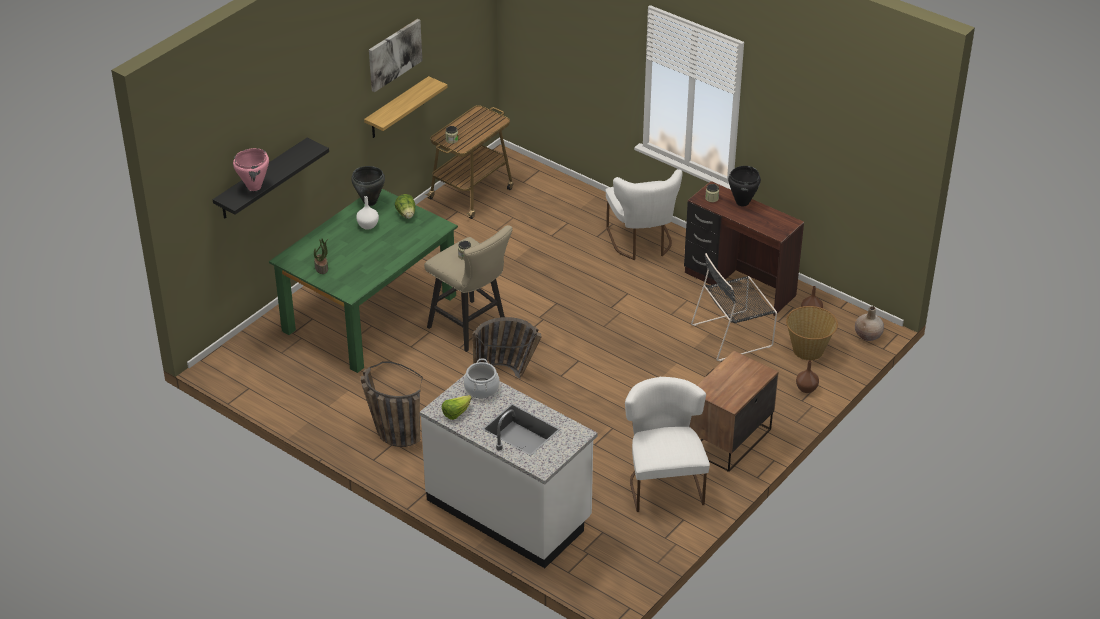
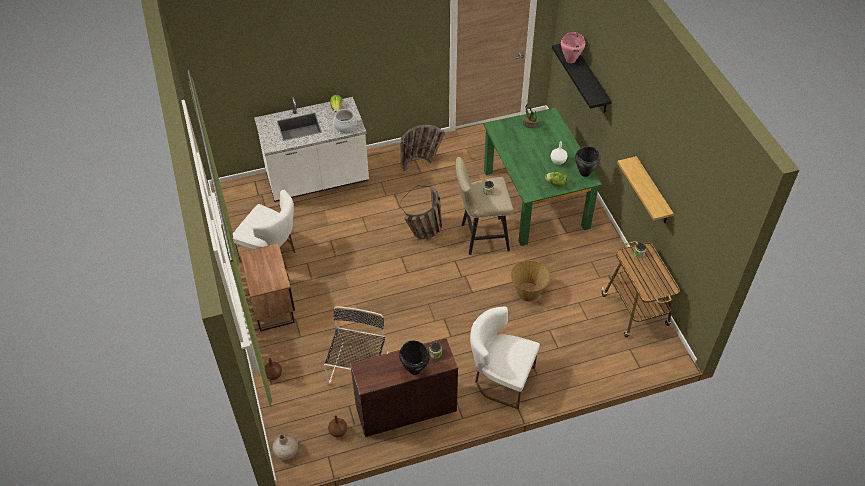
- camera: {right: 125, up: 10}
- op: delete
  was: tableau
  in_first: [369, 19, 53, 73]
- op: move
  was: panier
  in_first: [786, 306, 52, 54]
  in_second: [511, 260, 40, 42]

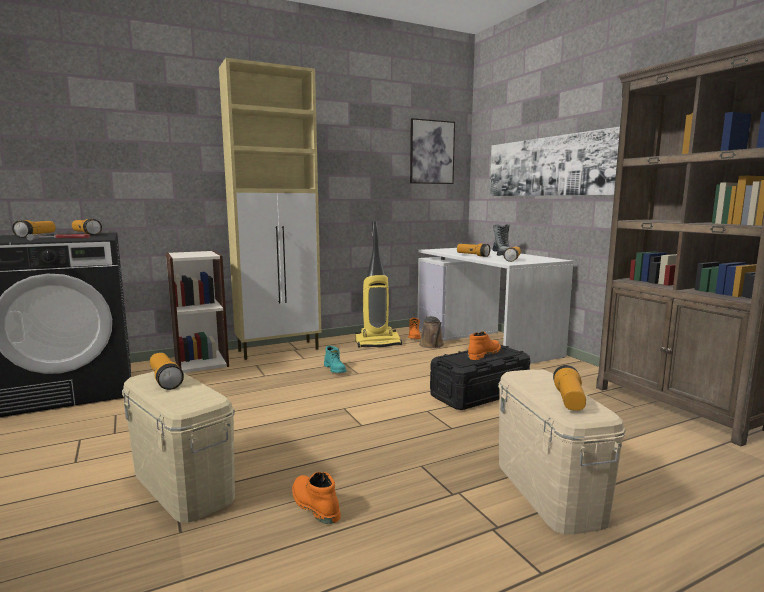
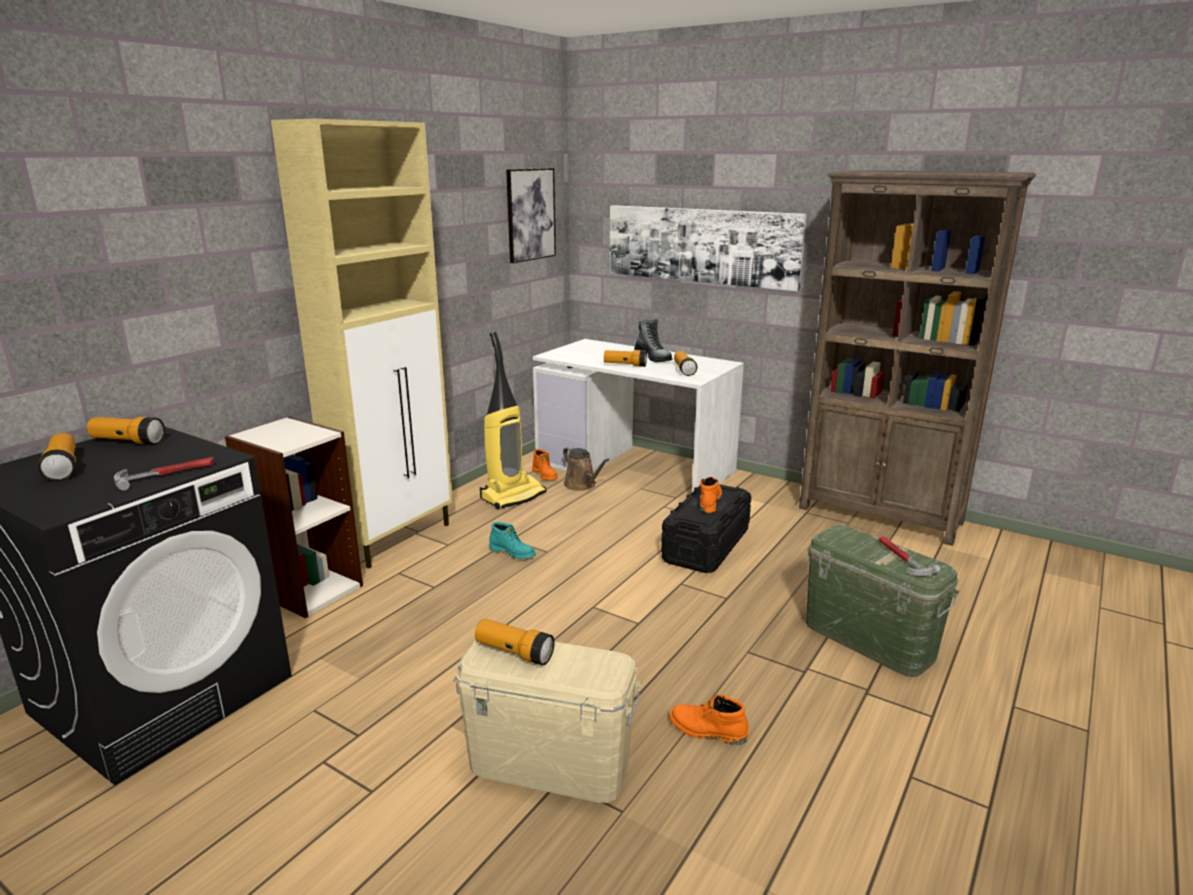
- camera: {right: -30, up: 10}
- op: recolor
  was: boîte de rangement (beige)
  now: boîte de rangement (vert)
  in_first: [498, 369, 127, 166]
  in_second: [806, 525, 153, 152]
- op: replace
  was: lampe de poche
  now: marteau
  in_first: [553, 365, 33, 46]
  in_second: [879, 536, 62, 40]

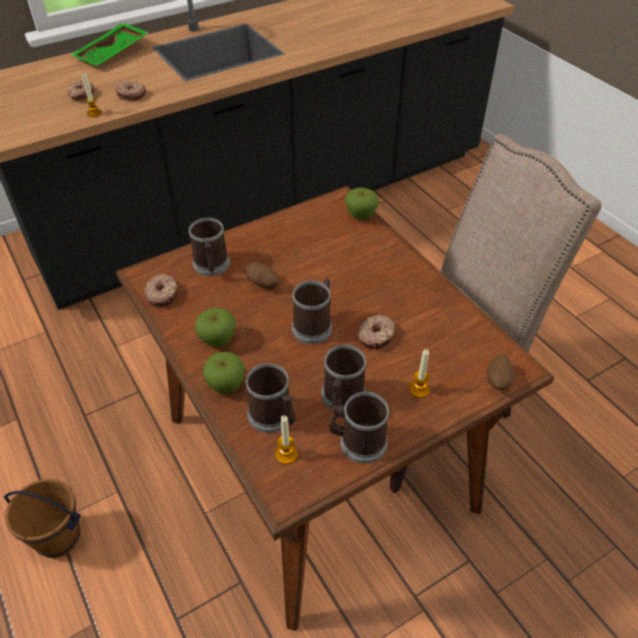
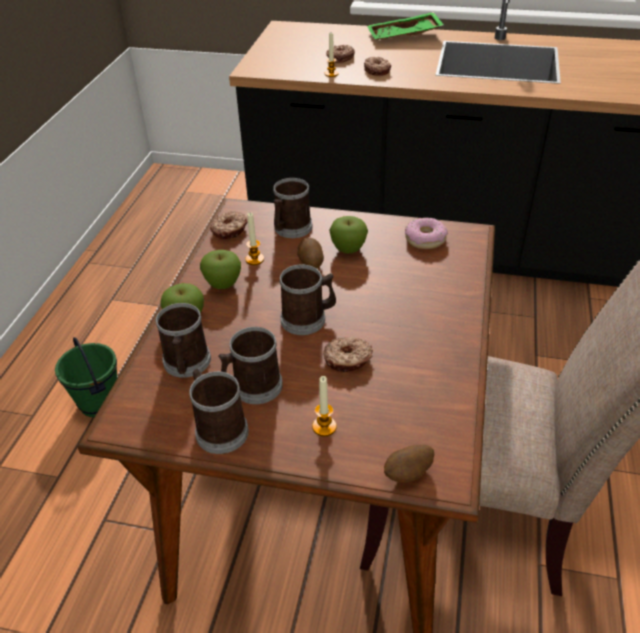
- camera: {right: 45, up: -5}
- op: recolor
  was: seau (marron)
  now: seau (vert)
  in_first: [4, 479, 77, 79]
  in_second: [55, 337, 62, 80]
- op: move
  was: bougie
  in_first: [275, 416, 23, 48]
  in_second: [245, 212, 19, 53]
- op: move
  was: pomme
  in_first: [345, 188, 34, 32]
  in_second: [329, 216, 39, 38]
- op: insert
  now: beignet
  in_second: [405, 218, 43, 31]

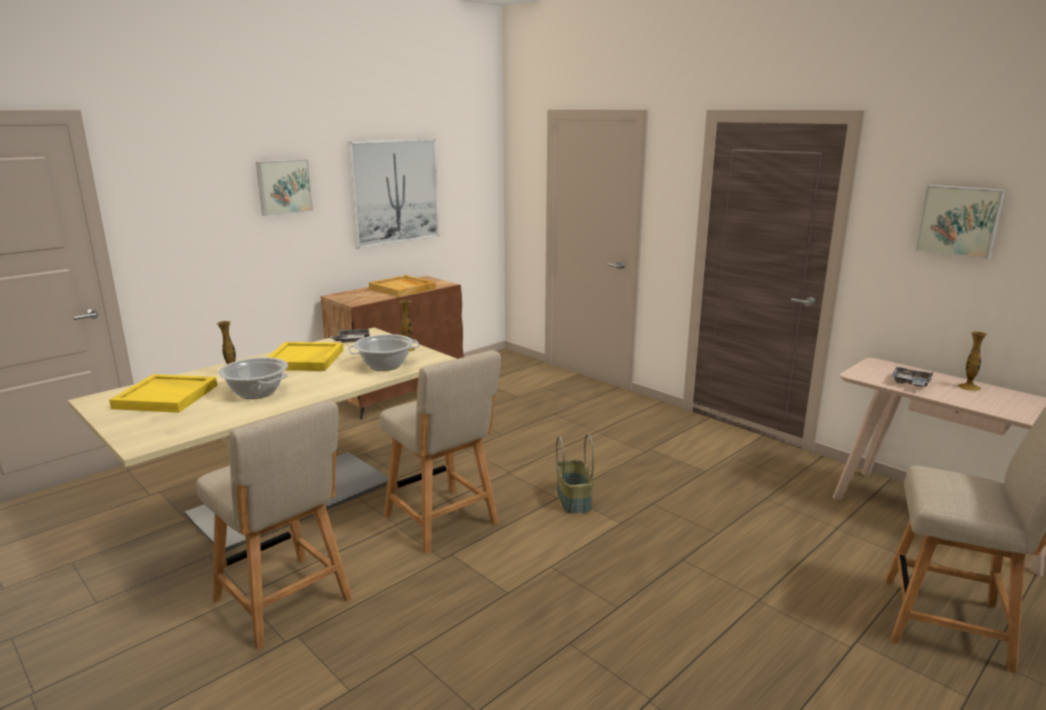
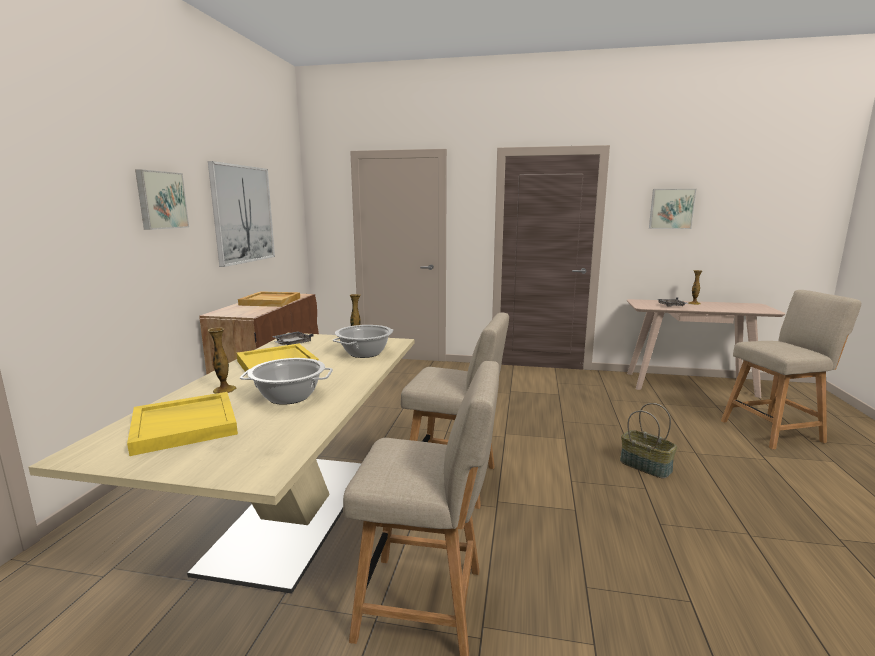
- camera: {right: -35, up: -5}
- op: move
  was: panier
  in_first: [556, 434, 38, 80]
  in_second: [620, 403, 57, 76]

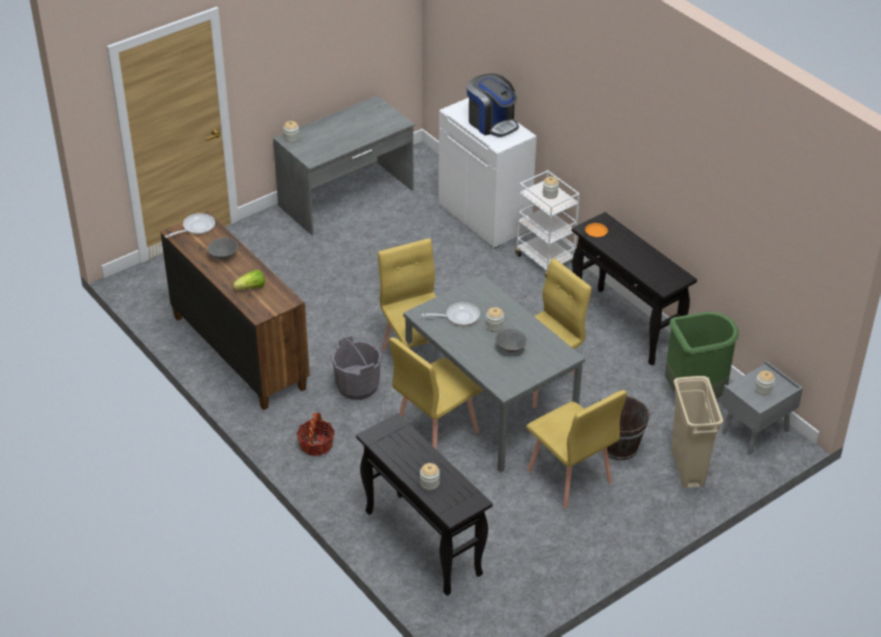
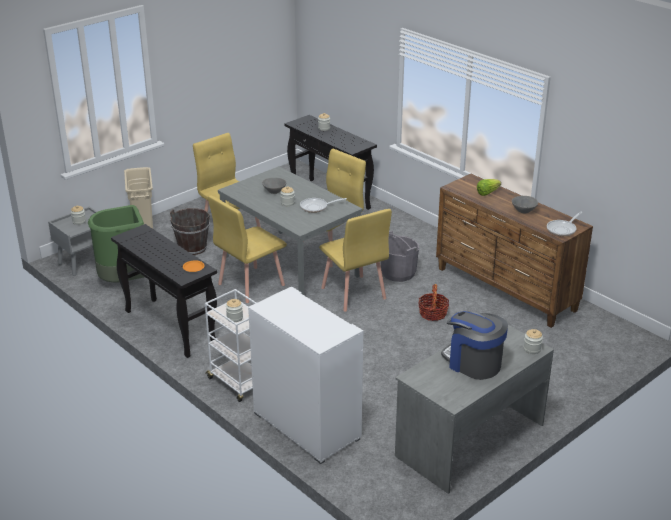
- camera: {right: 175, up: -10}
- op: move
  was: panier
  in_first: [297, 413, 38, 43]
  in_second: [418, 284, 31, 37]
- op: move
  was: machine à café
  in_first: [467, 73, 52, 64]
  in_second: [441, 311, 67, 69]

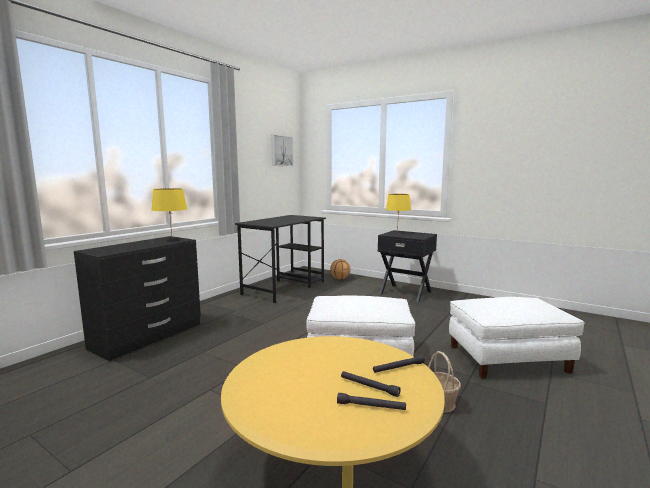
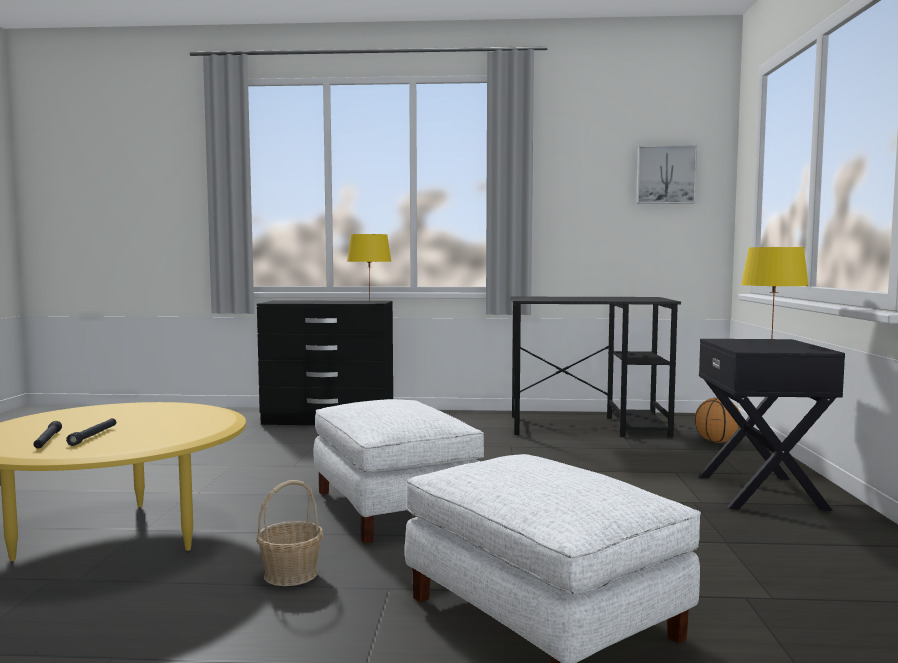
- camera: {right: 60, up: -5}
- op: delete
  was: lampe de poche (noir)
  in_first: [373, 355, 52, 18]

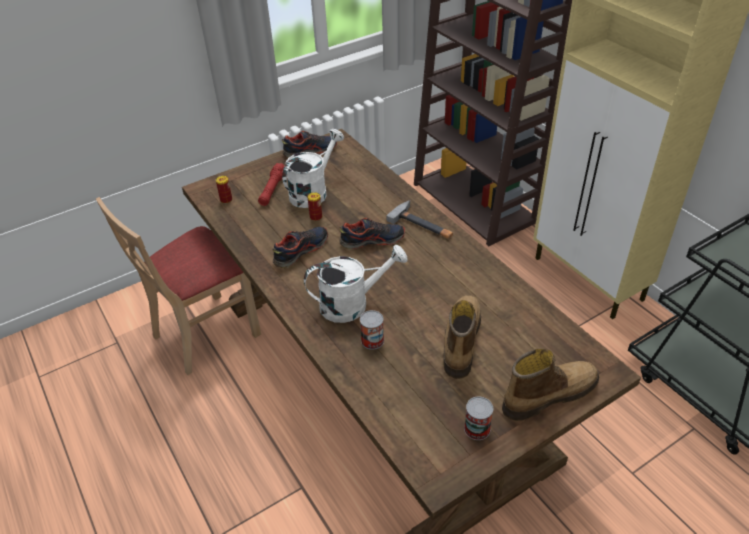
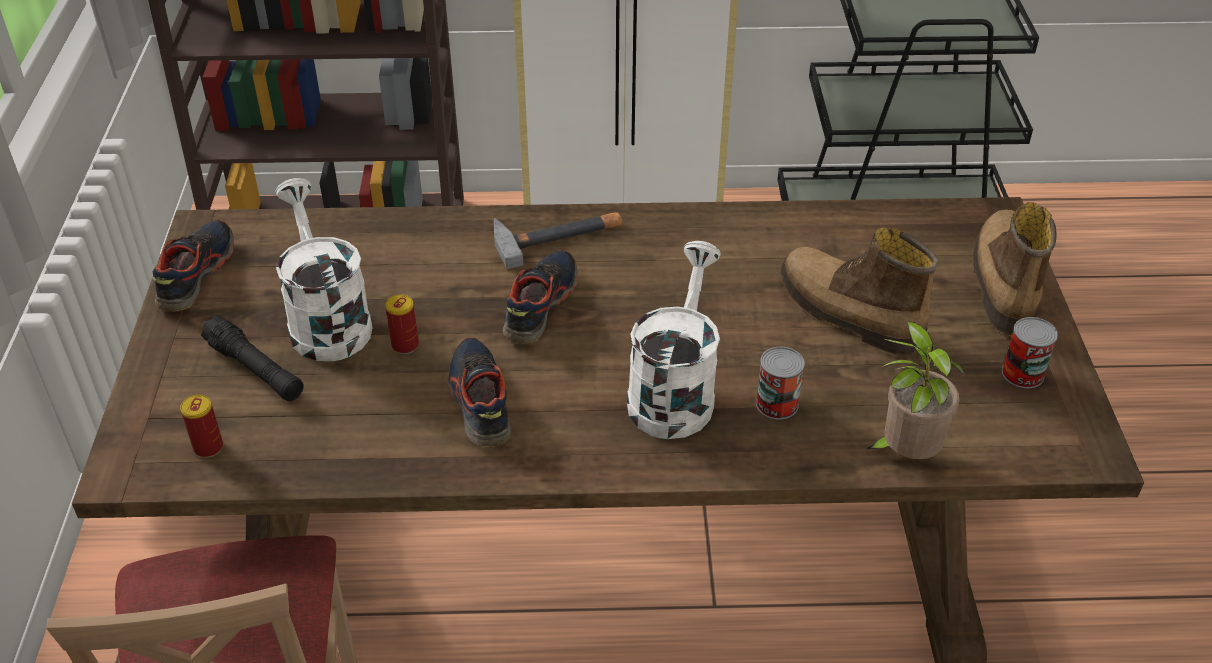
- camera: {right: -60, up: 0}
- op: recolor
  was: lampe de poche (rouge)
  now: lampe de poche (noir)
  in_first: [258, 163, 27, 43]
  in_second: [201, 315, 103, 86]
- op: insert
  now: plante en pot
  in_second: [866, 321, 98, 138]

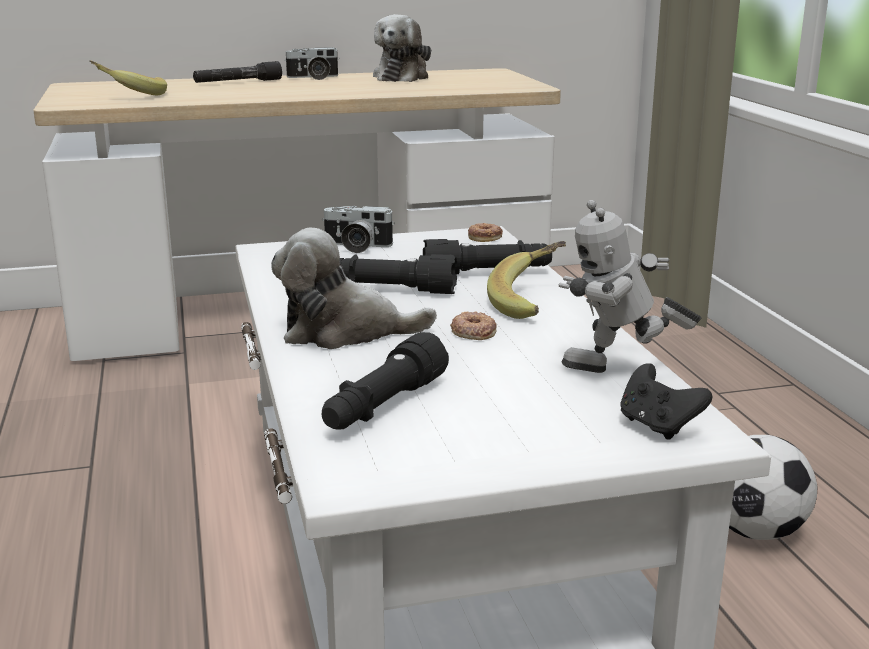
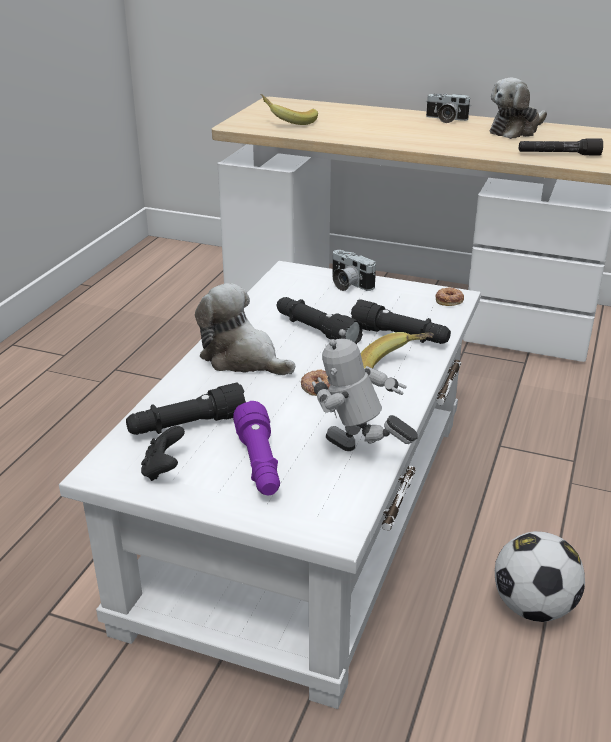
- camera: {right: 35, up: 10}
- op: move
  was: lampe de poche (noir)
  in_first: [193, 61, 89, 22]
  in_second: [519, 138, 84, 17]
- op: move
  was: manette (noir)
  in_first: [620, 363, 92, 77]
  in_second: [141, 426, 44, 55]
- op: insert
  now: lampe de poche (violet)
  in_second: [233, 401, 47, 94]

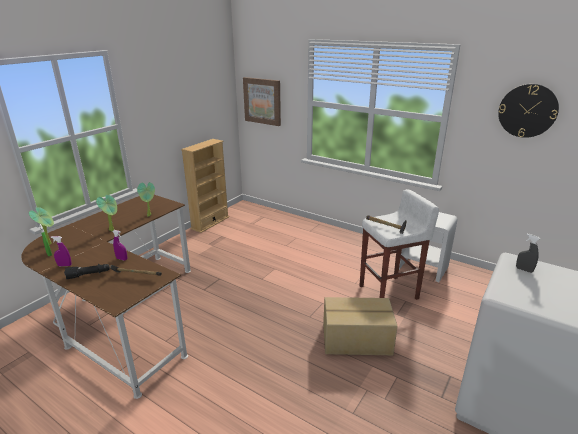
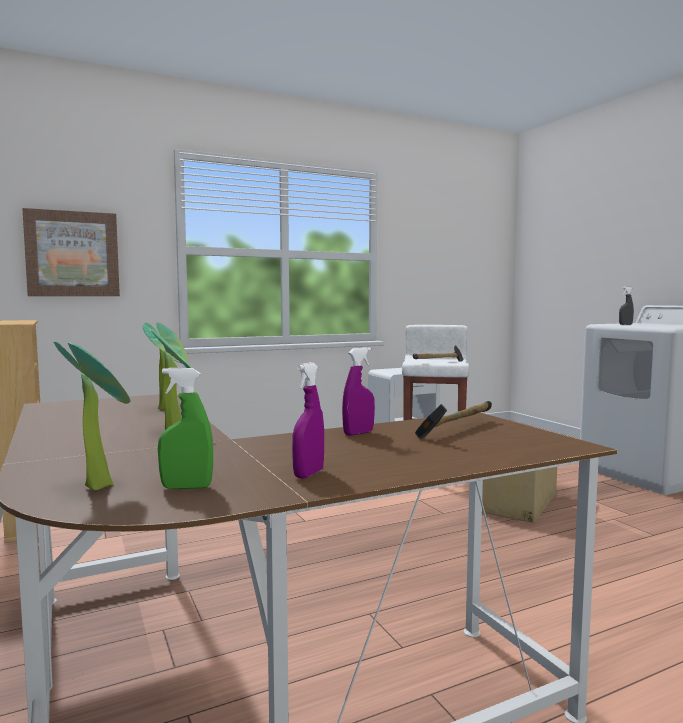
- camera: {right: -60, up: -20}
- op: delete
  was: lampe de poche (noir)
  in_first: [64, 264, 46, 15]
- op: delete
  was: horloge murale
  in_first: [498, 84, 61, 54]

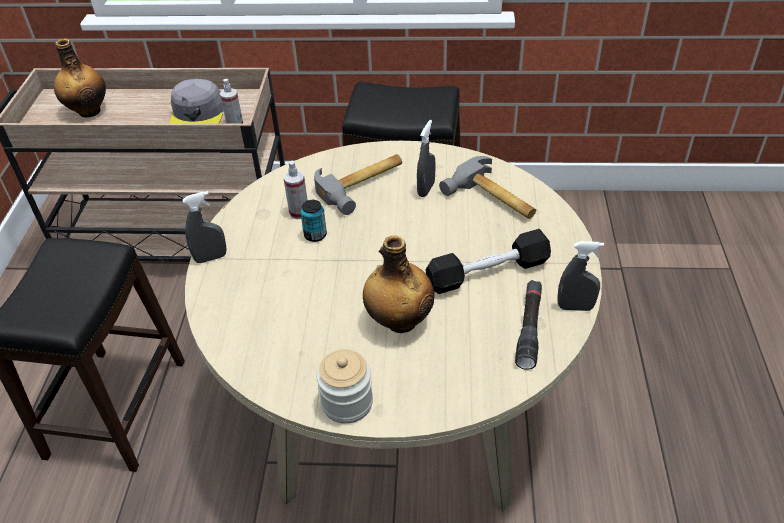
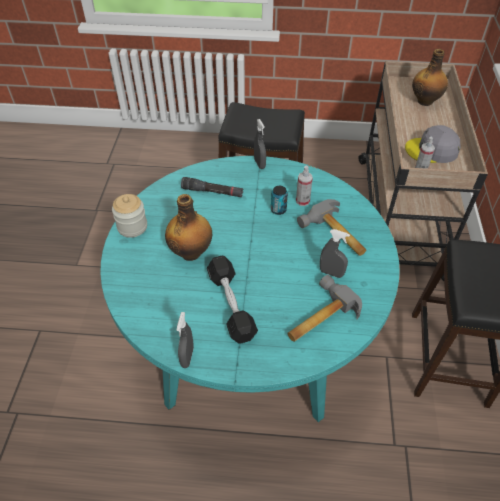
- camera: {right: 90, up: 5}
- op: recolor
  was: table à manger (beige)
  now: table à manger (turquoise)
  in_first: [185, 141, 417, 371]
  in_second: [100, 156, 300, 267]
- op: move
  was: lampe de poche (noir)
  in_first: [515, 280, 27, 90]
  in_second: [181, 177, 62, 20]

